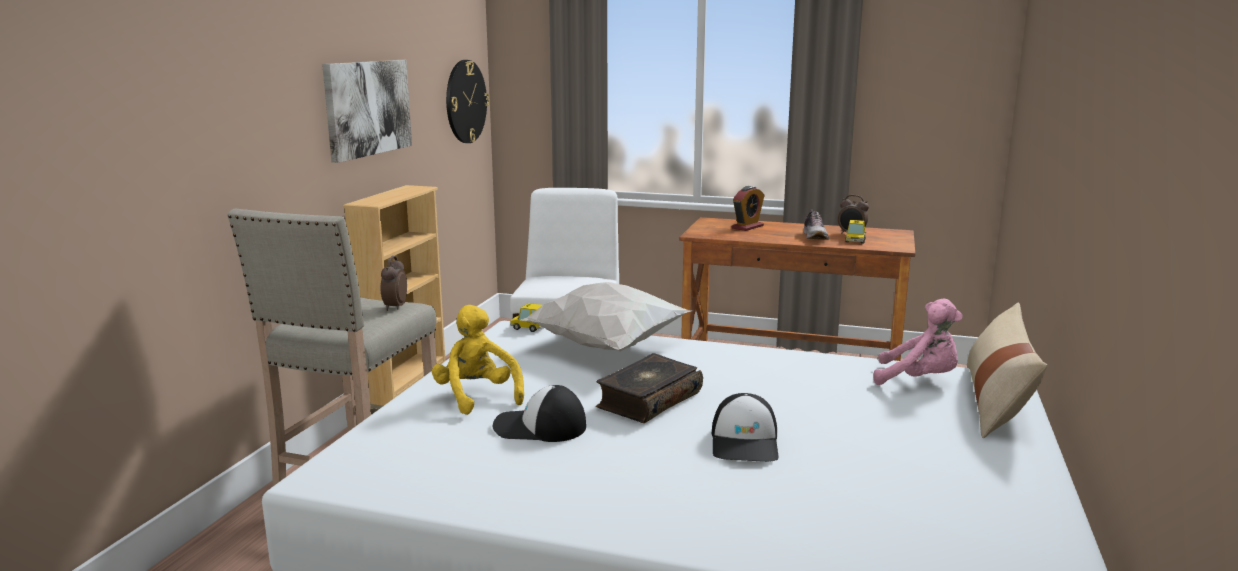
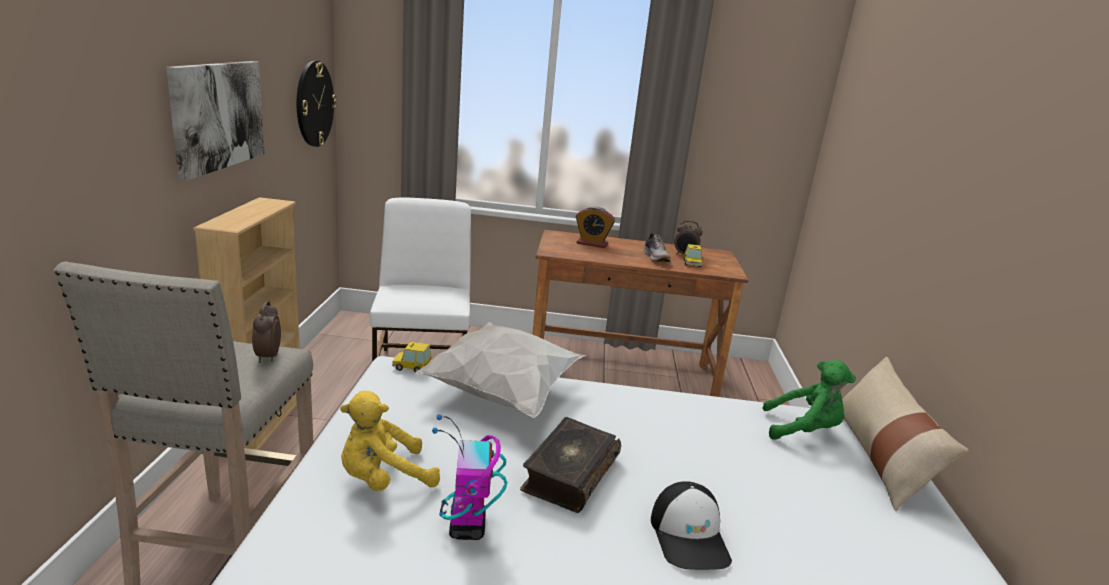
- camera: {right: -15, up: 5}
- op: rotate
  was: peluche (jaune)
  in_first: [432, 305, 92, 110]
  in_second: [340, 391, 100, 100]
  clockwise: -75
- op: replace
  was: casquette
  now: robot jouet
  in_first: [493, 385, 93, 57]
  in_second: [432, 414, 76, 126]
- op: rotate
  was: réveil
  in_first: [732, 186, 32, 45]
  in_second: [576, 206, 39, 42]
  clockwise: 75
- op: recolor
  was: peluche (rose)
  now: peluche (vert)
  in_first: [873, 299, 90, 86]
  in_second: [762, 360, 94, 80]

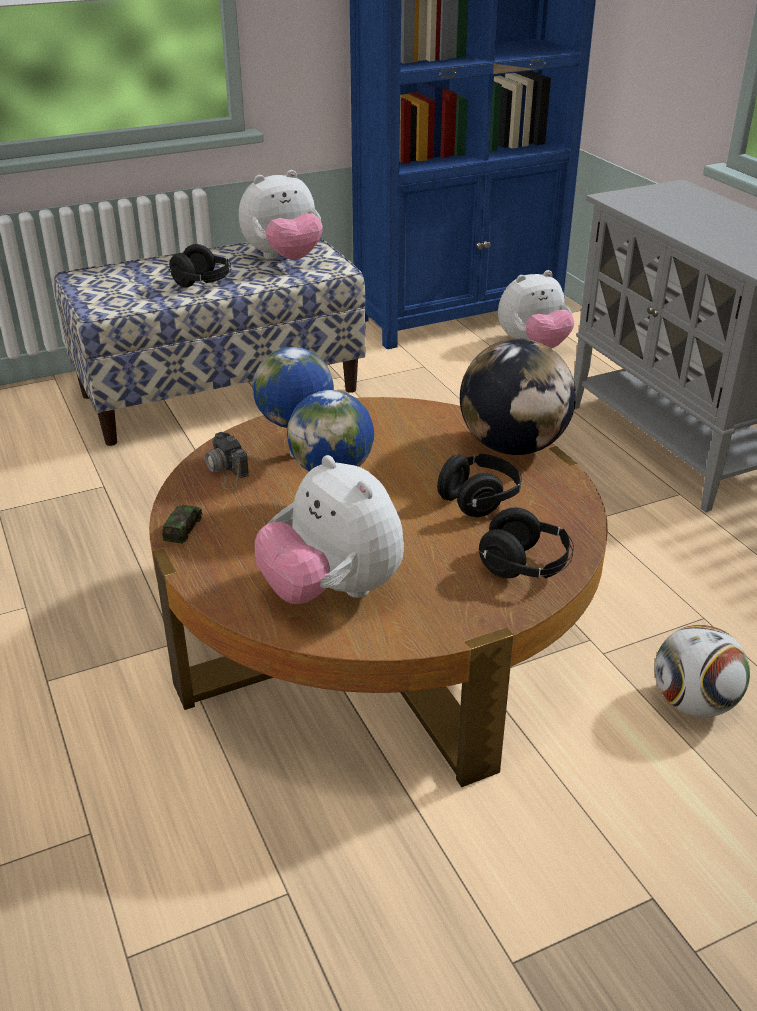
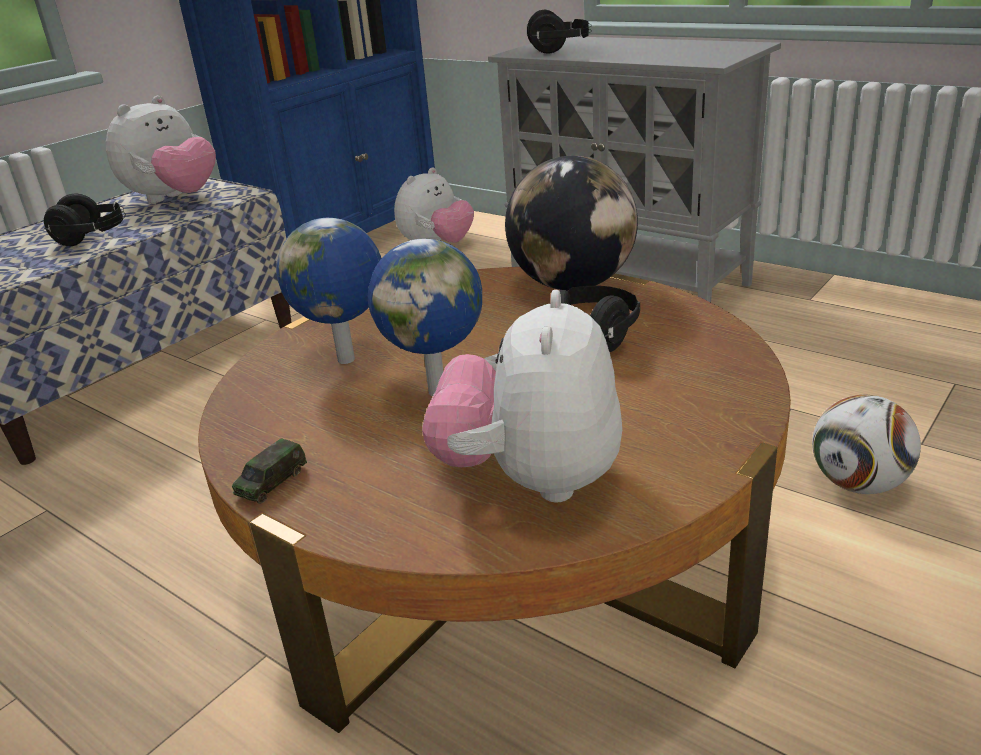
- camera: {right: -25, up: -5}
- op: rotate
  was: petite voiture
  in_first: [162, 505, 41, 38]
  in_second: [232, 439, 75, 65]
  clockwise: -135
- op: delete
  was: appareil photo
  in_first: [204, 432, 45, 58]
- op: rotate
  was: peluche
  in_first: [255, 455, 149, 149]
  in_second: [422, 290, 200, 213]
  clockwise: 75
- op: move
  was: casque audio (noir)
  in_first: [478, 507, 96, 71]
  in_second: [527, 10, 65, 44]

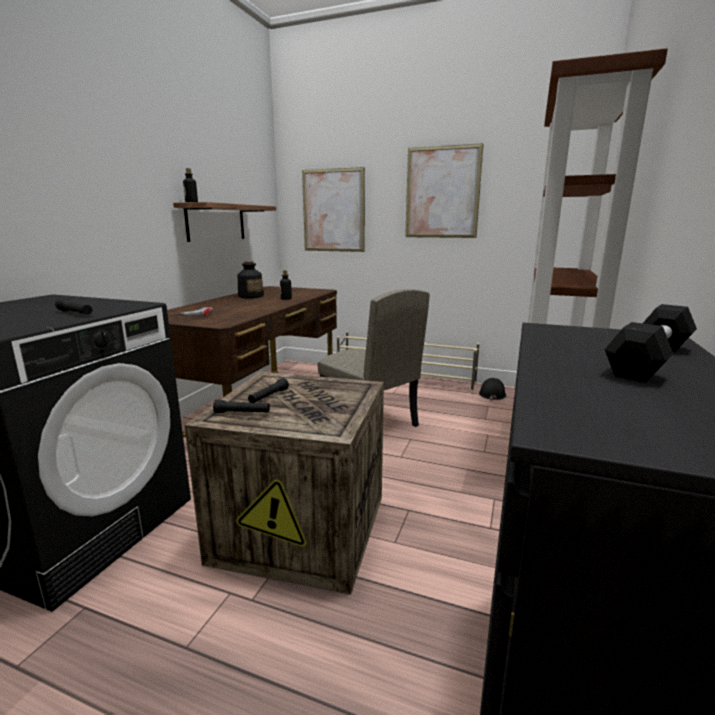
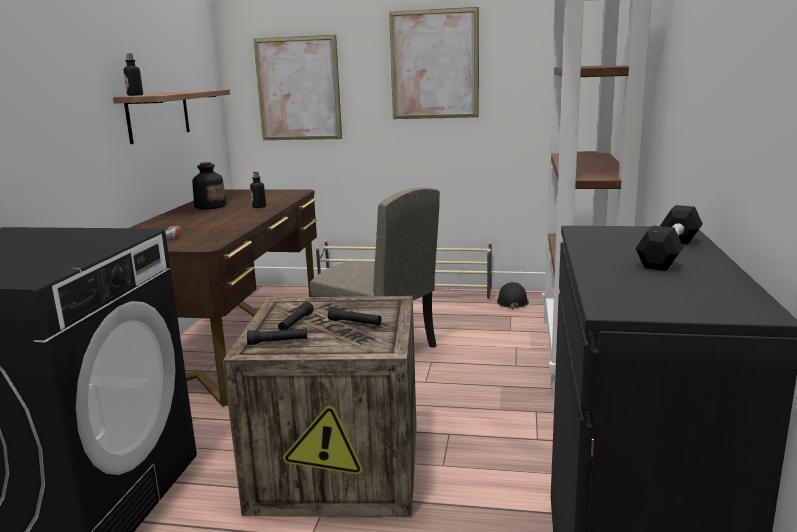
- camera: {right: -10, up: 0}
- op: move
  was: lampe de poche (noir)
  in_first: [55, 298, 37, 17]
  in_second: [328, 307, 53, 18]

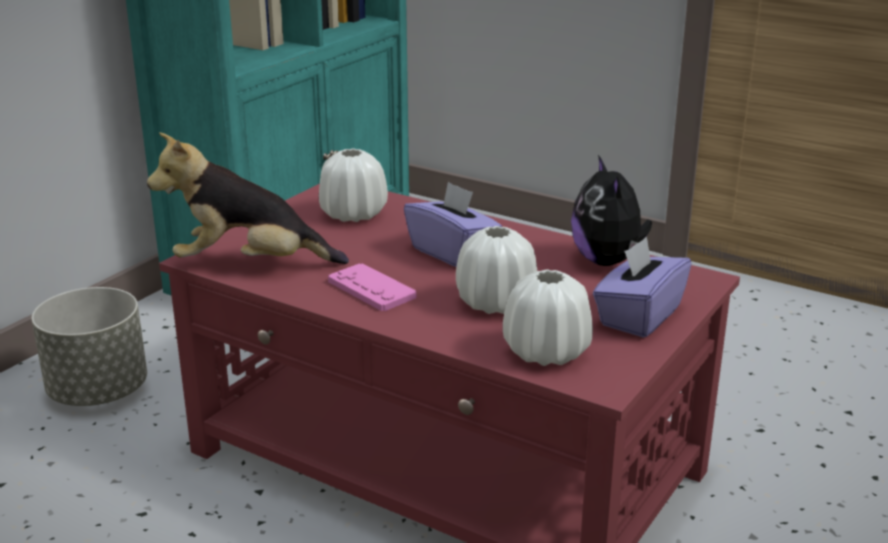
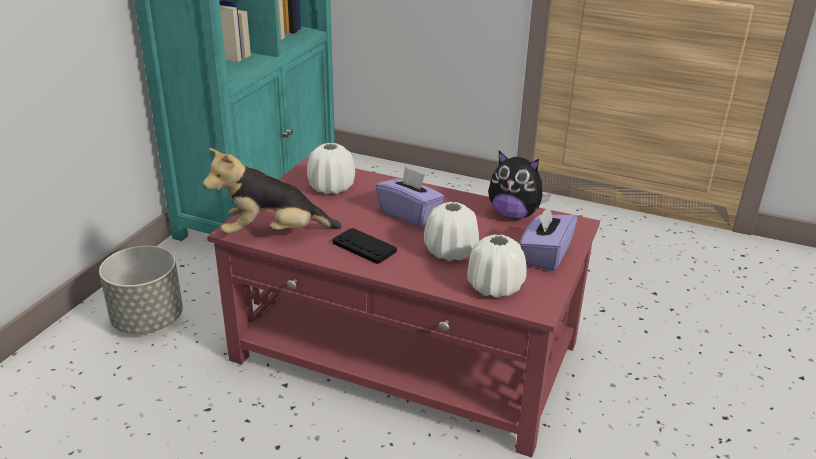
- camera: {right: -10, up: 5}
- op: recolor
  was: manette (rose)
  now: manette (noir)
  in_first: [328, 263, 88, 48]
  in_second: [333, 228, 64, 36]
- op: rotate
  was: peluche
  in_first: [571, 155, 81, 111]
  in_second: [488, 151, 63, 68]
  clockwise: -45

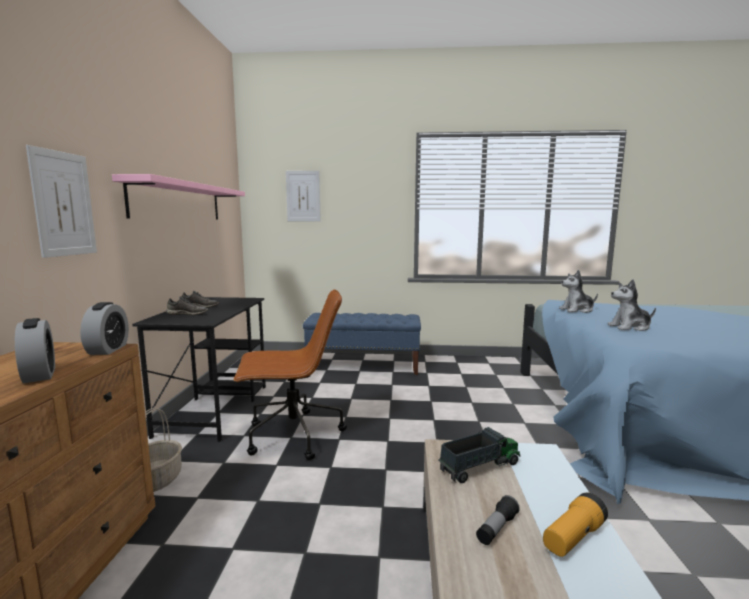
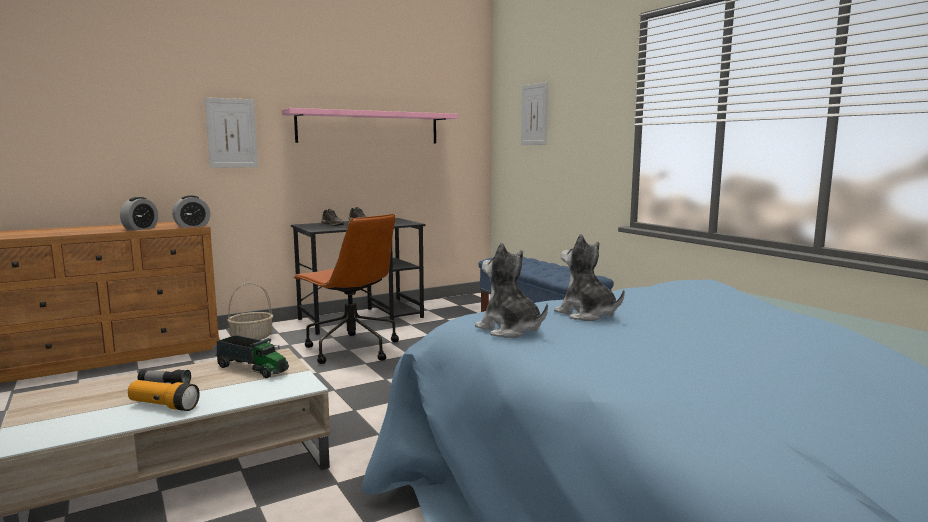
- camera: {right: 55, up: 0}
- op: move
  was: peluche
  in_first: [559, 270, 39, 43]
  in_second: [475, 242, 73, 96]

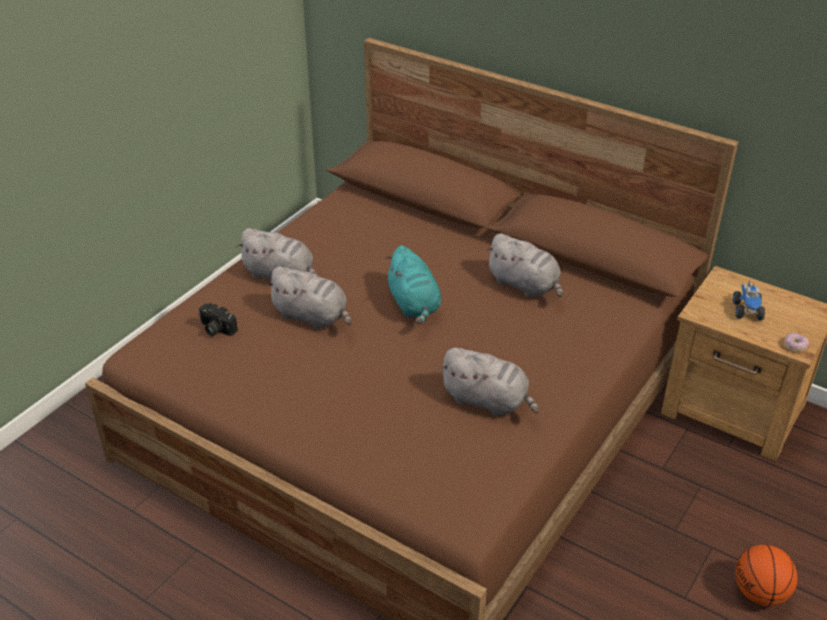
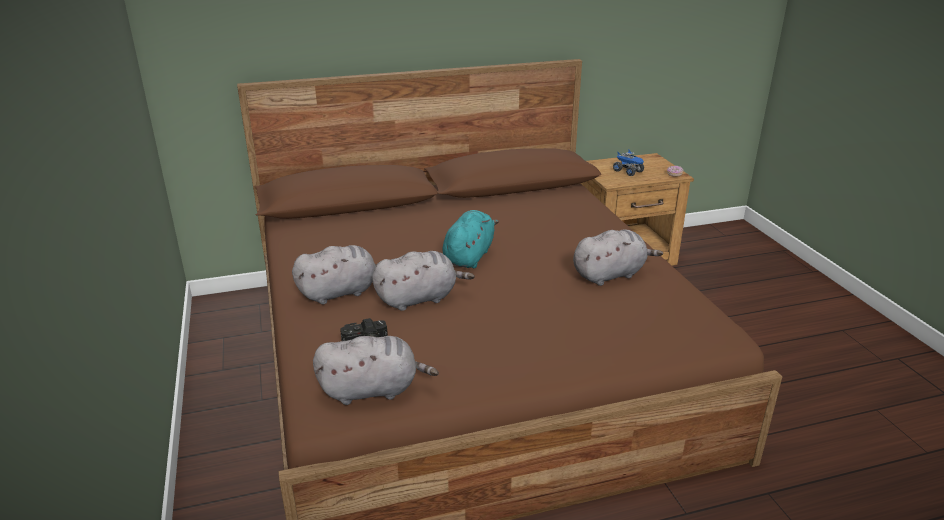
- camera: {right: -50, up: -10}
- op: rotate
  was: peluche (turquoise)
  in_first: [385, 245, 56, 79]
  in_second: [442, 210, 57, 58]
  clockwise: -90
- op: move
  was: peluche (gris)
  in_first: [485, 233, 78, 65]
  in_second: [313, 336, 126, 69]
- op: delete
  was: ballon de basket
  in_first: [735, 545, 62, 61]

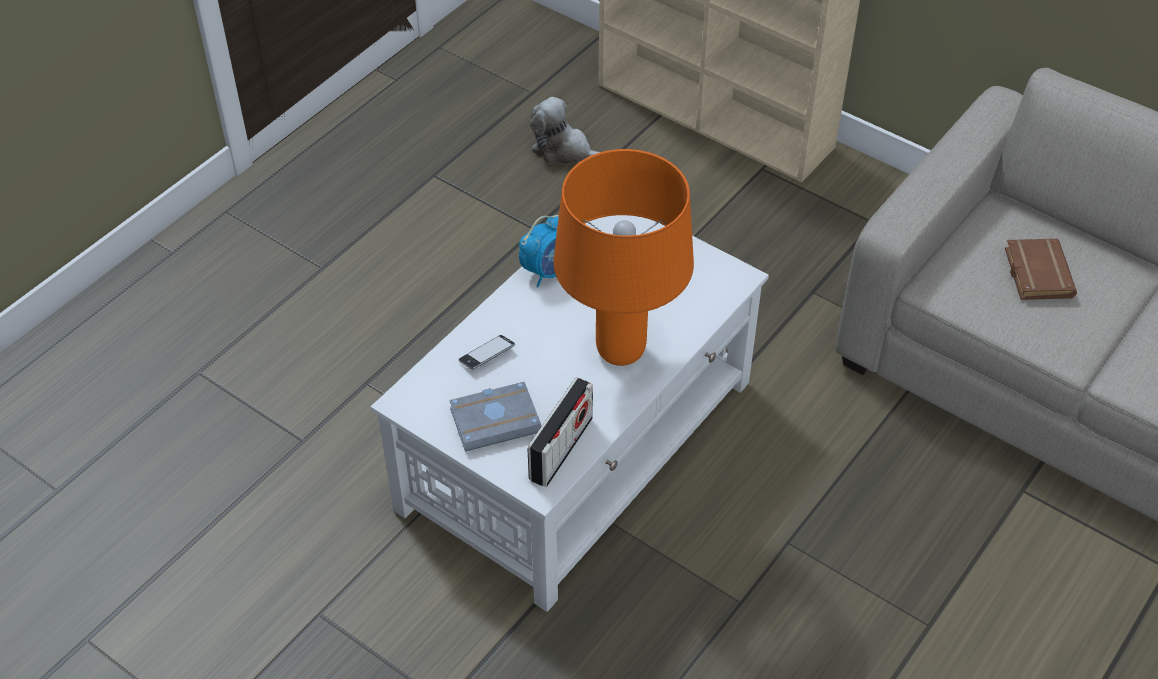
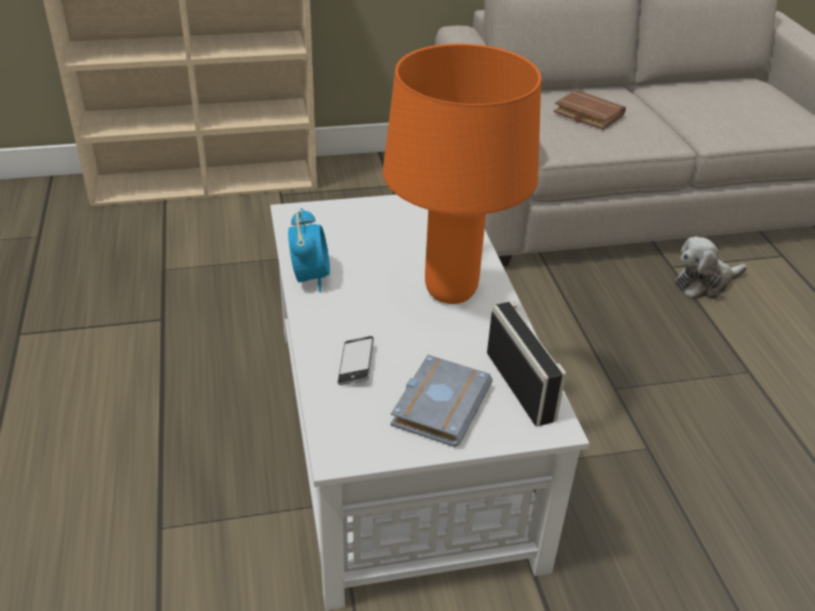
- camera: {right: -50, up: -10}
- op: move
  was: peluche
  in_first: [530, 97, 70, 66]
  in_second: [674, 237, 73, 62]

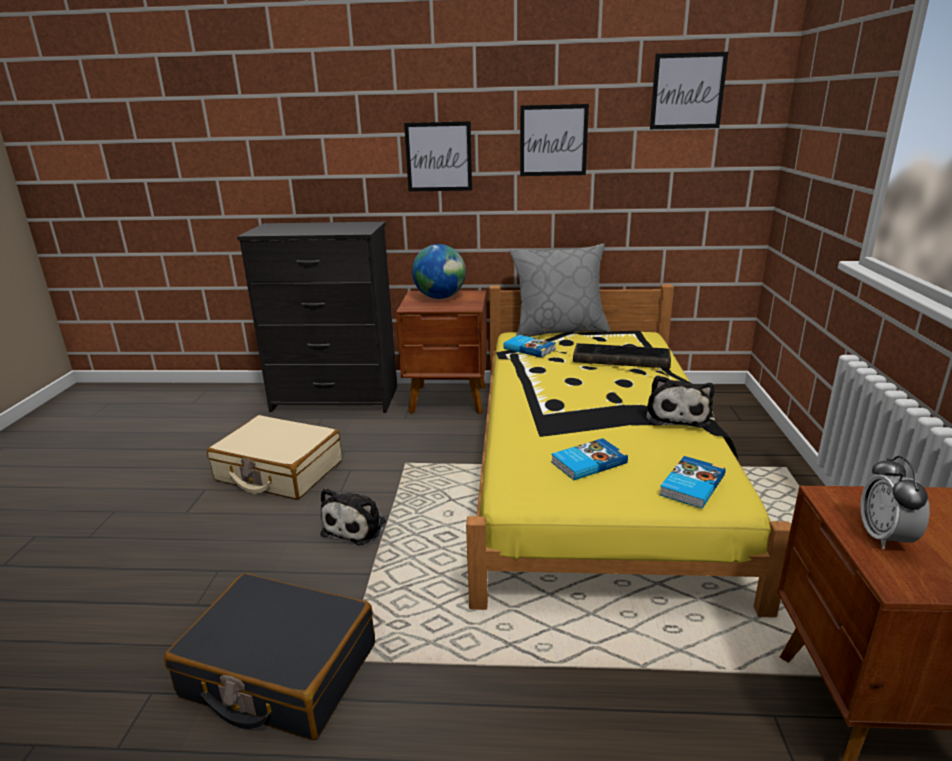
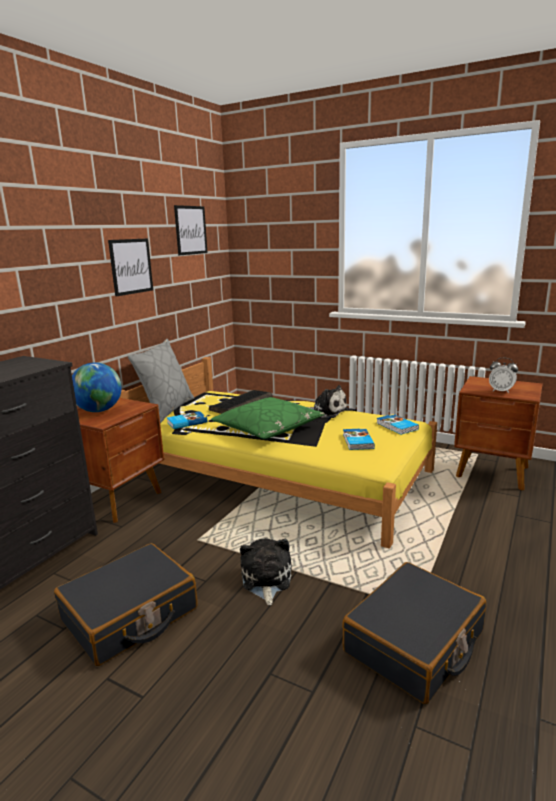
- camera: {right: -65, up: -5}
- op: recolor
  was: valise (beige)
  now: valise (noir)
  in_first: [207, 415, 135, 85]
  in_second: [54, 543, 144, 123]
- op: rotate
  was: peluche
  in_first: [320, 488, 66, 57]
  in_second: [240, 538, 52, 67]
  clockwise: -135
- op: delete
  was: tableau
  in_first: [404, 121, 68, 71]
- op: insert
  now: coussin (vert)
  in_second: [211, 397, 114, 42]

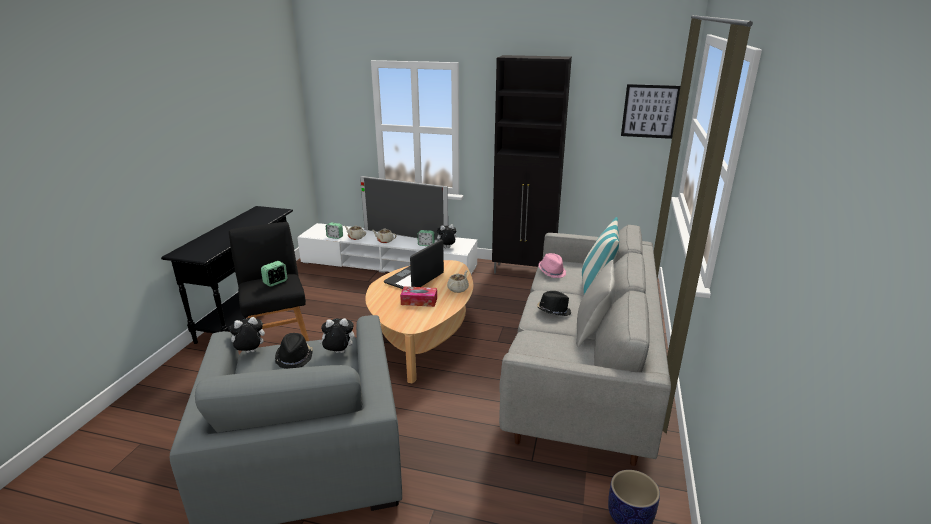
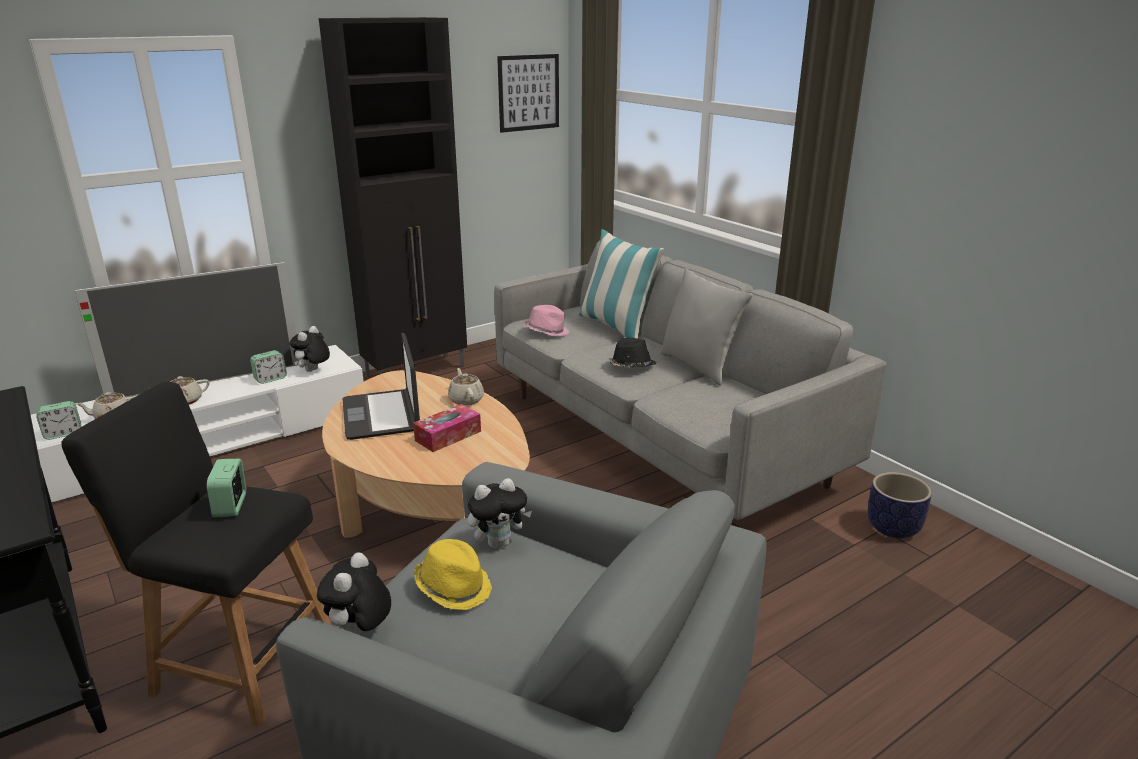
- camera: {right: -50, up: 0}
- op: recolor
  was: chapeau (noir)
  now: chapeau (jaune)
  in_first: [275, 333, 38, 36]
  in_second: [414, 539, 78, 71]
- op: rotate
  was: peluche
  in_first: [318, 318, 36, 35]
  in_second: [468, 478, 64, 71]
  clockwise: -150

